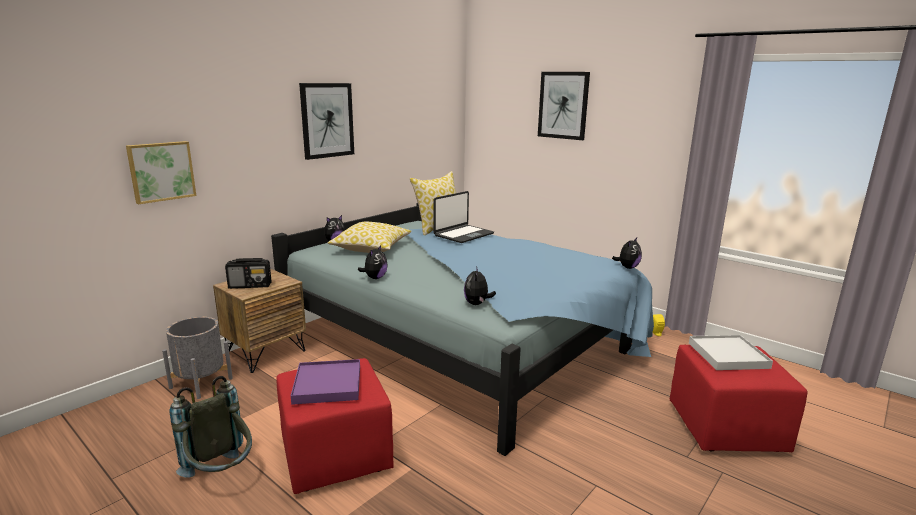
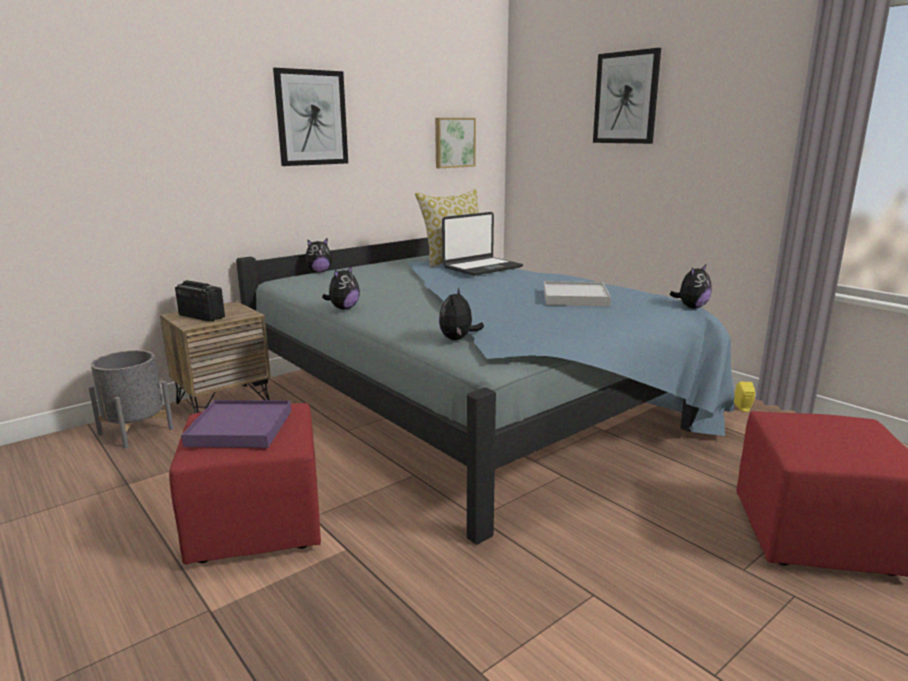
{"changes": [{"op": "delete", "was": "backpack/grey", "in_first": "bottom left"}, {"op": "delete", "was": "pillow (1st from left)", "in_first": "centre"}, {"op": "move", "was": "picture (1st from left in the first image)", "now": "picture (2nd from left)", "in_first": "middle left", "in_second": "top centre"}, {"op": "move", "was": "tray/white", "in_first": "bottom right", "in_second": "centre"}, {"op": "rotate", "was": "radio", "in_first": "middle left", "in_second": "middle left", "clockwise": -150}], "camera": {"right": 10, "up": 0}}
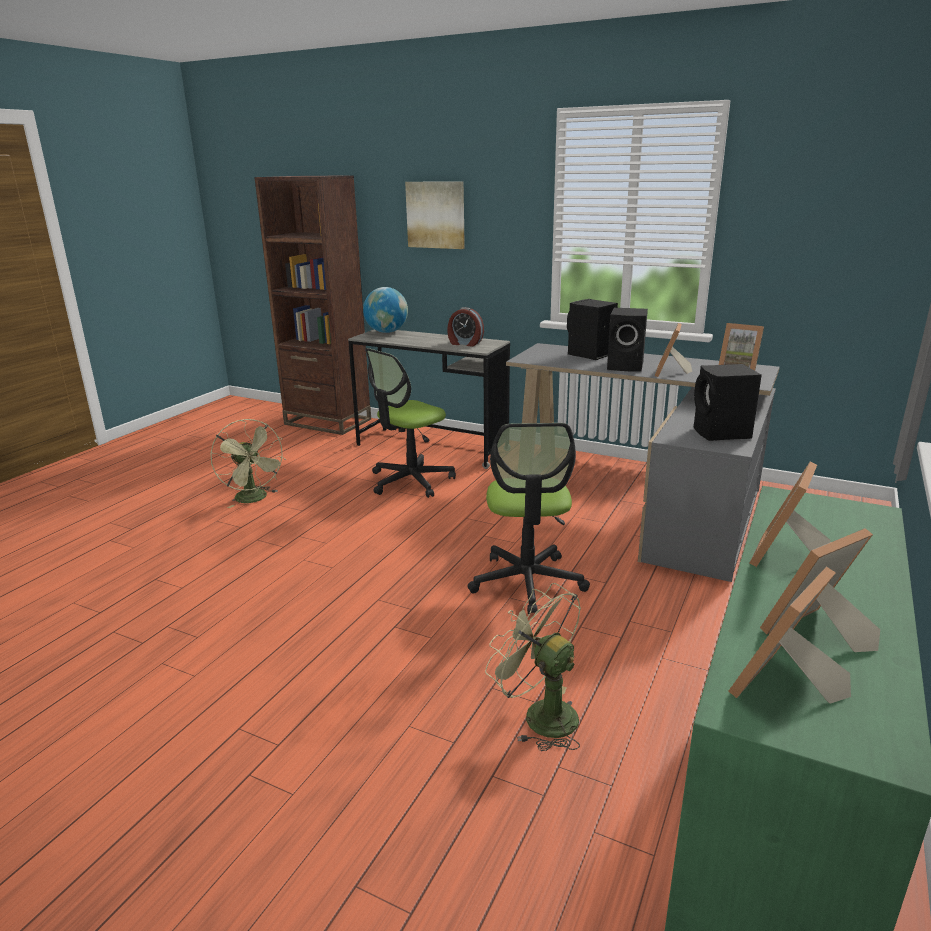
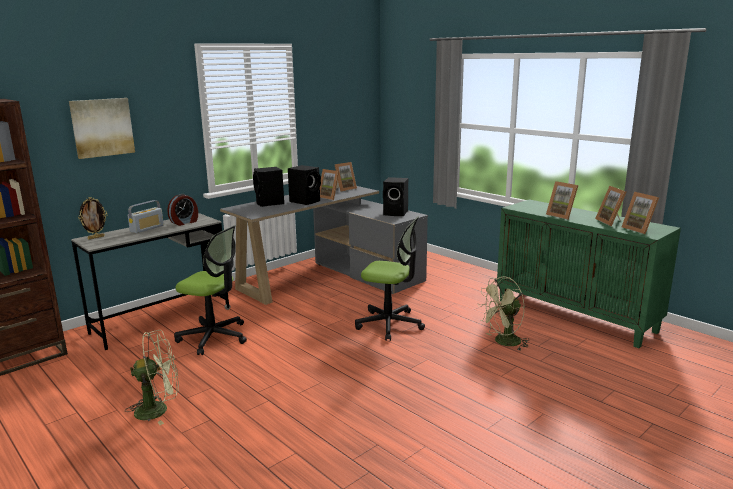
{"changes": [{"op": "insert", "now": "radio", "in_second": "middle left"}, {"op": "replace", "was": "globe", "now": "picture frame (1st from left)", "in_first": "top centre", "in_second": "middle left"}, {"op": "rotate", "was": "office chair (1st from left)", "in_first": "centre", "in_second": "middle left", "clockwise": -45}], "camera": {"right": -70, "up": -5}}
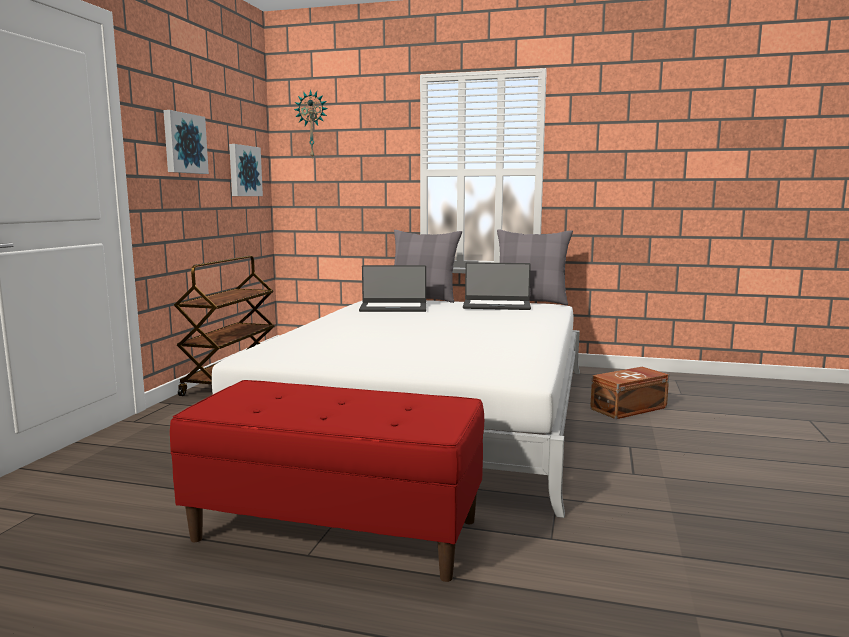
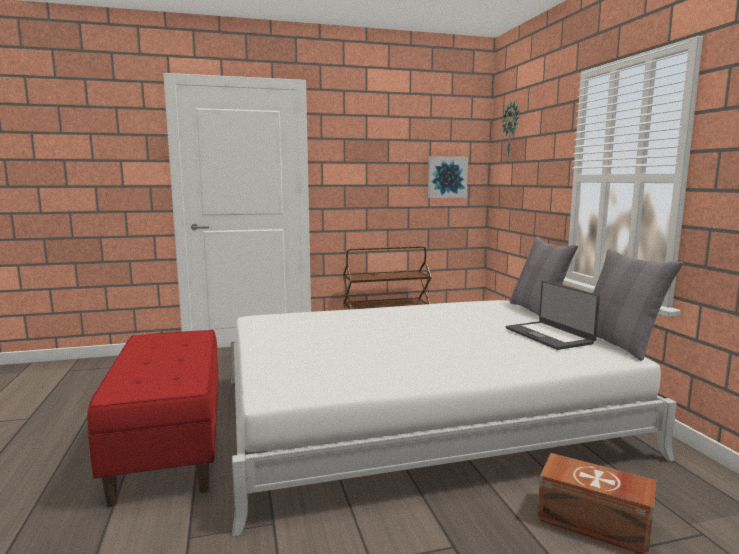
{"changes": [{"op": "delete", "was": "picture (1st from left)", "in_first": "top left"}, {"op": "delete", "was": "laptop (1st from left)", "in_first": "centre"}], "camera": {"right": 60, "up": 0}}
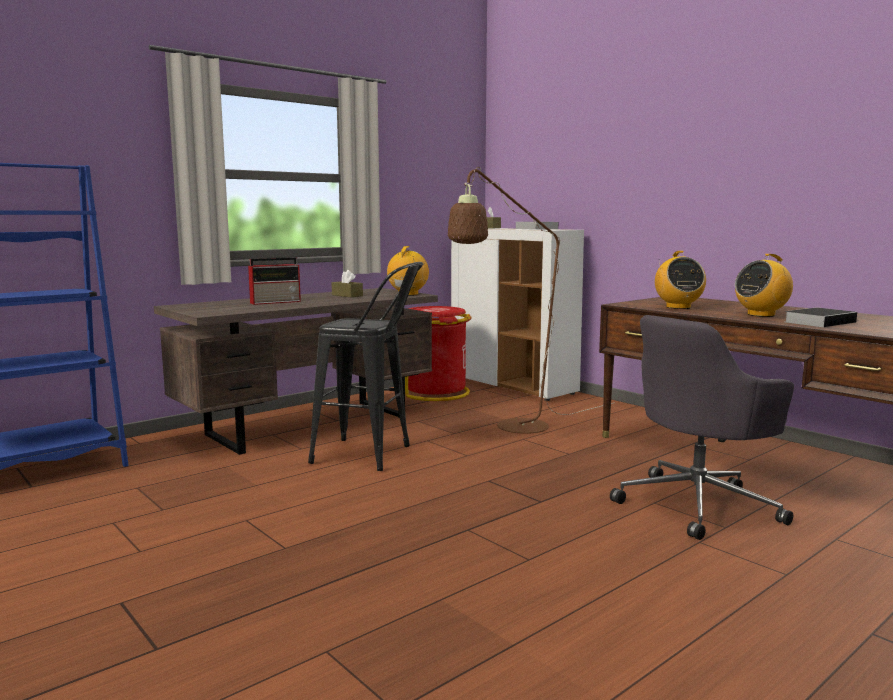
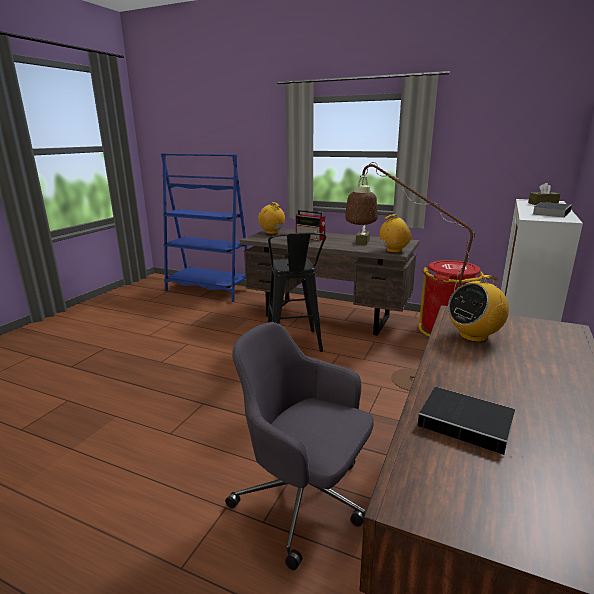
{"changes": [{"op": "move", "was": "radio (4th from left in the first image)", "now": "radio (1st from left)", "in_first": "middle right", "in_second": "centre"}], "camera": {"right": 65, "up": 10}}
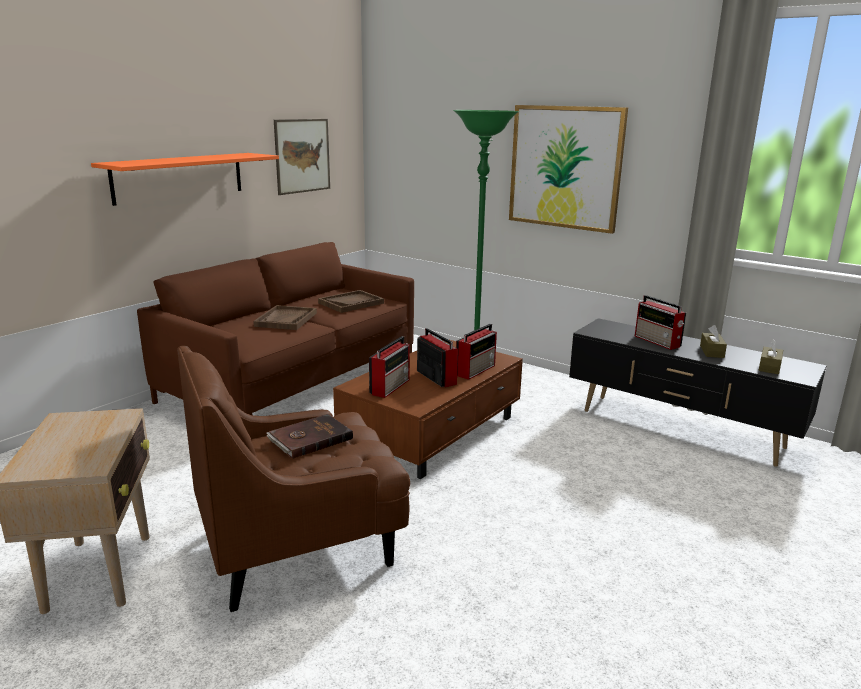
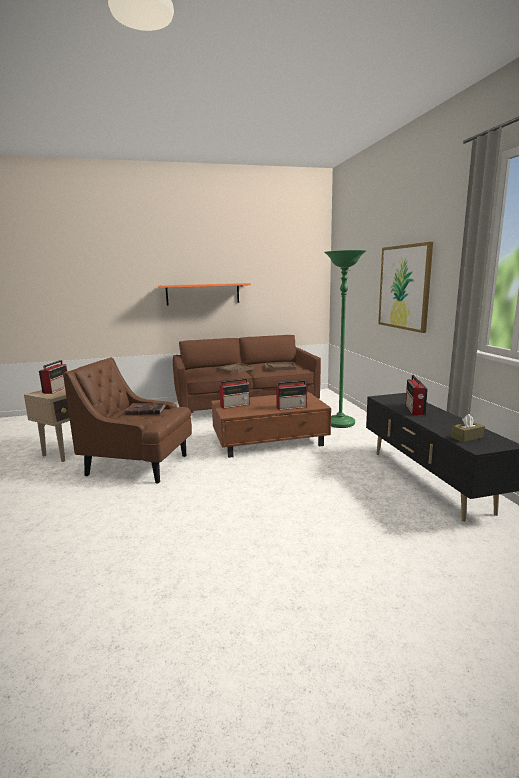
{"changes": [{"op": "delete", "was": "picture (1st from left)", "in_first": "top centre"}, {"op": "delete", "was": "tissue box/brown (1st from left)", "in_first": "middle right"}, {"op": "move", "was": "radio (2nd from left in the first image)", "now": "radio (1st from left)", "in_first": "centre", "in_second": "middle left"}], "camera": {"right": 40, "up": -5}}
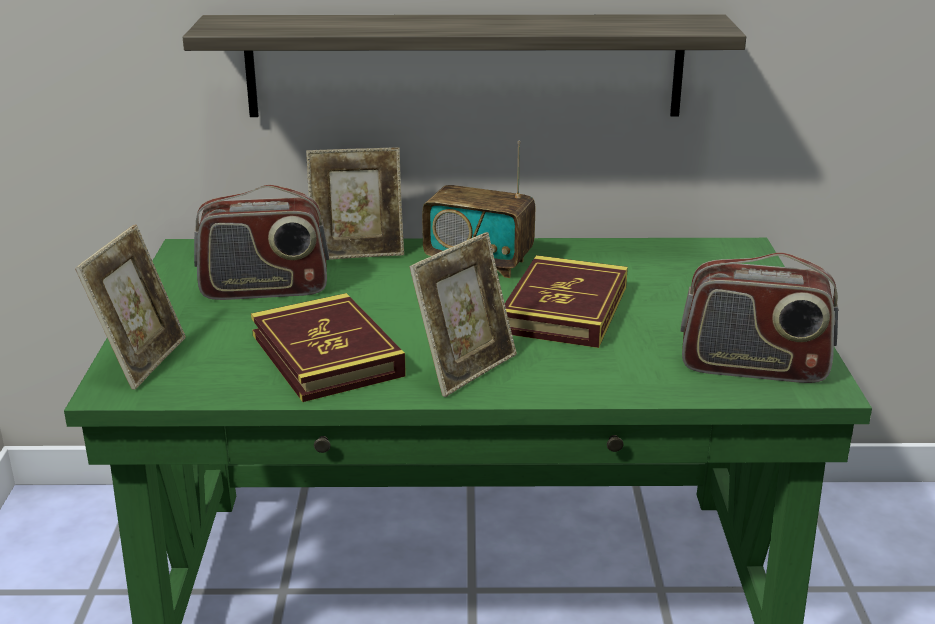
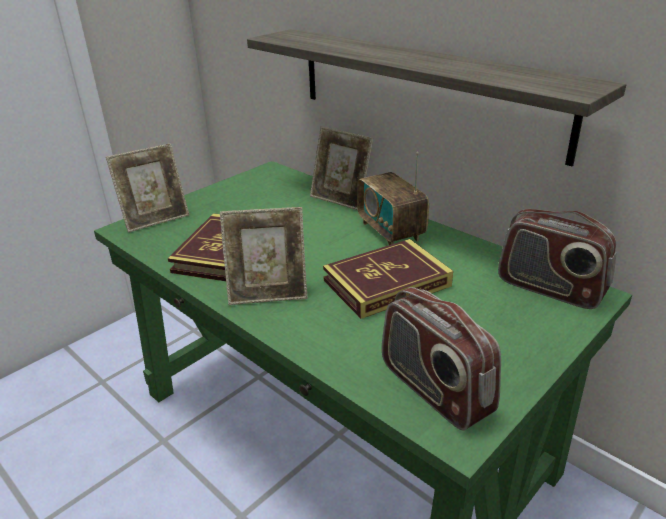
{"changes": [{"op": "move", "was": "radio (1st from left in the first image)", "now": "radio (3rd from left)", "in_first": "middle left", "in_second": "middle right"}], "camera": {"right": 45, "up": 5}}
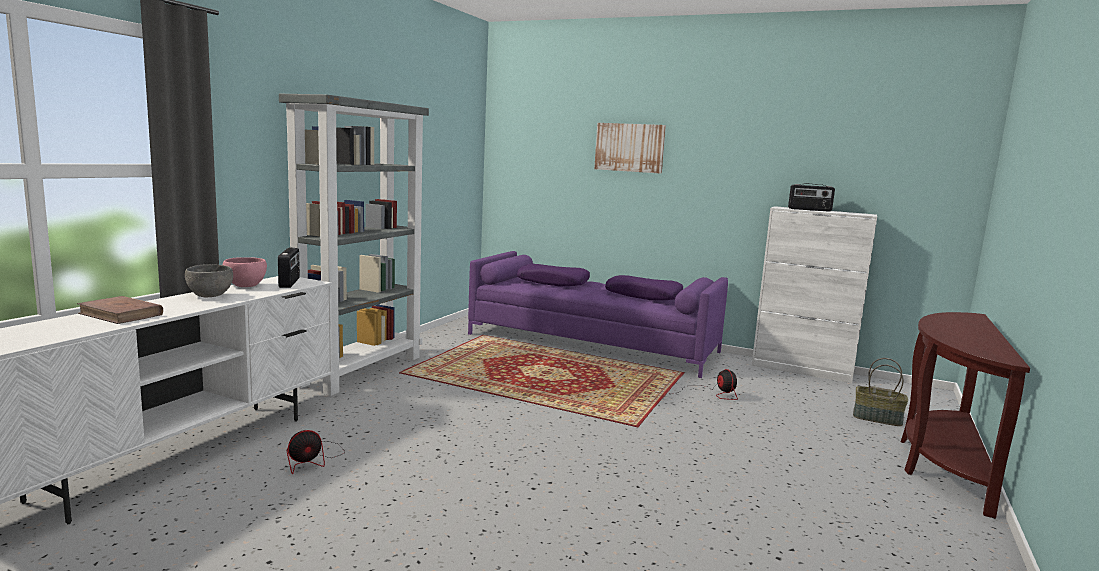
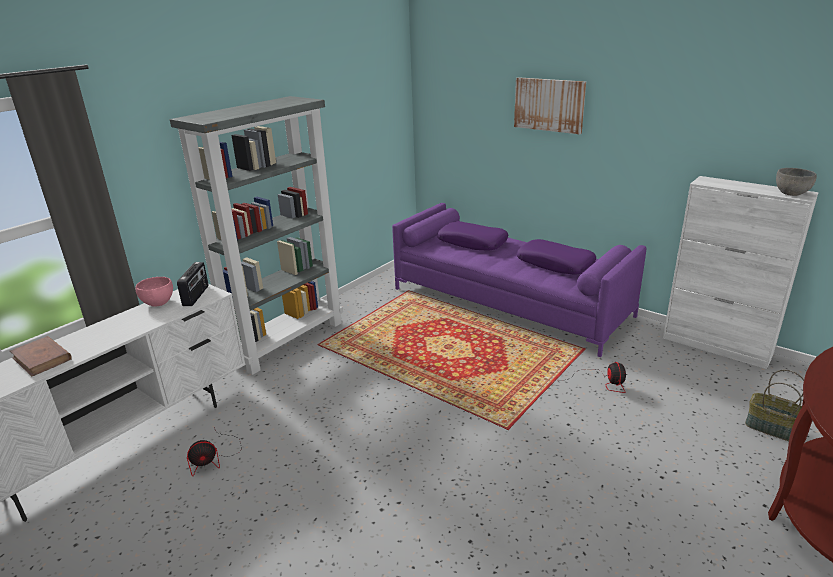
{"changes": [{"op": "delete", "was": "radio (2nd from left)", "in_first": "middle right"}, {"op": "move", "was": "bowl/grey", "in_first": "middle left", "in_second": "top right"}], "camera": {"right": 15, "up": 15}}
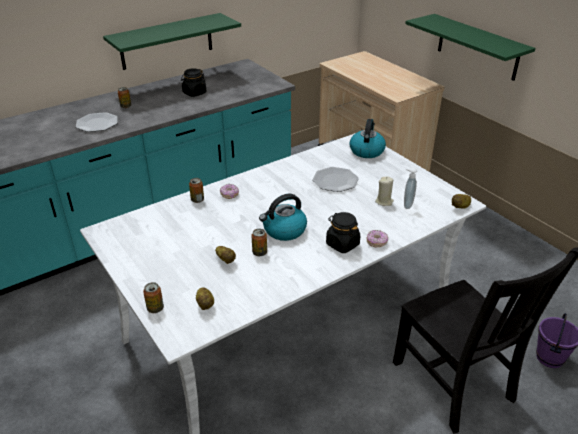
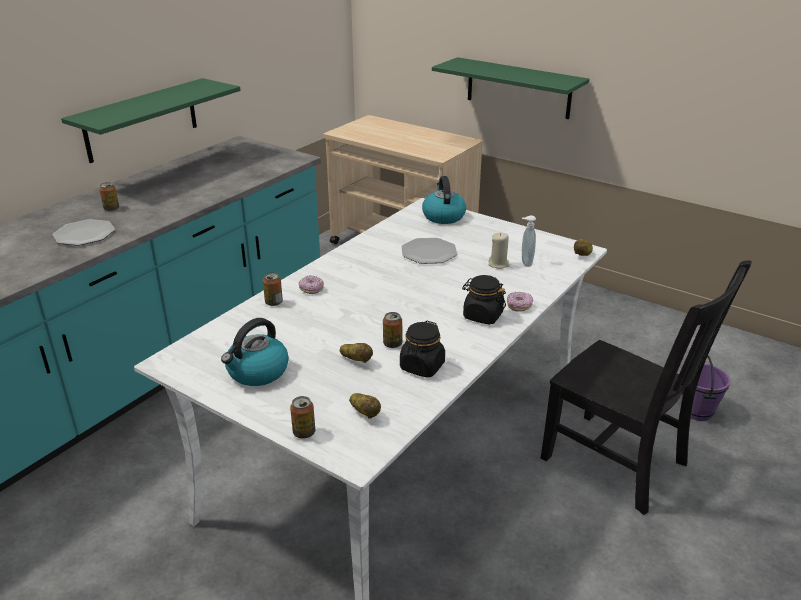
{"changes": [{"op": "move", "was": "jar/black (1st from left)", "in_first": "top centre", "in_second": "centre"}, {"op": "move", "was": "kettle (1st from left)", "in_first": "centre", "in_second": "middle left"}], "camera": {"right": -20, "up": -5}}
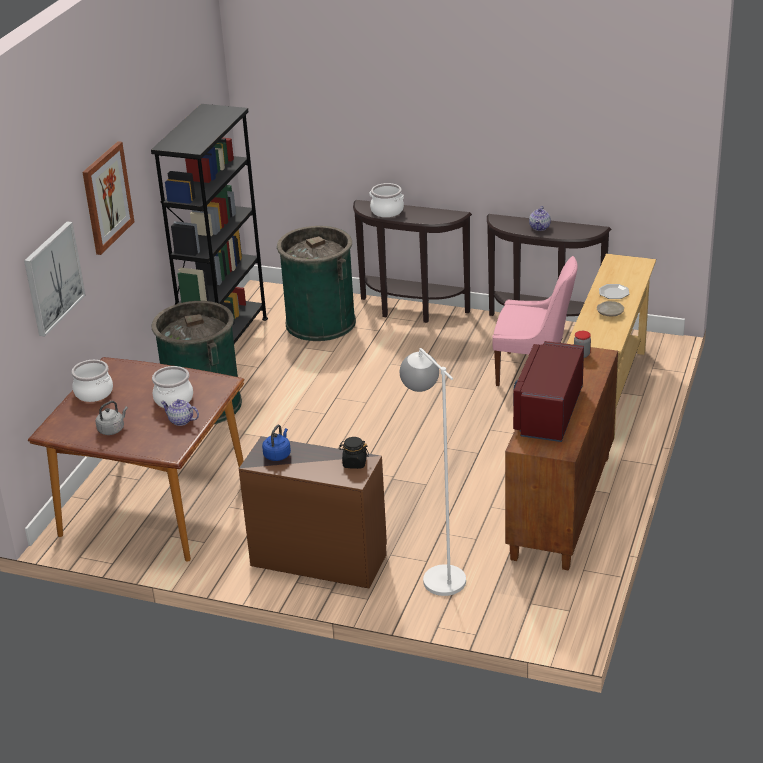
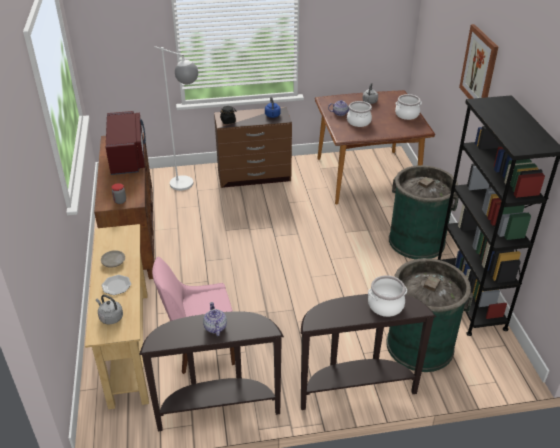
{"changes": [{"op": "delete", "was": "picture (1st from left)", "in_first": "middle left"}, {"op": "insert", "now": "kettle/grey (1st from left)", "in_second": "bottom left"}], "camera": {"right": 150, "up": 5}}
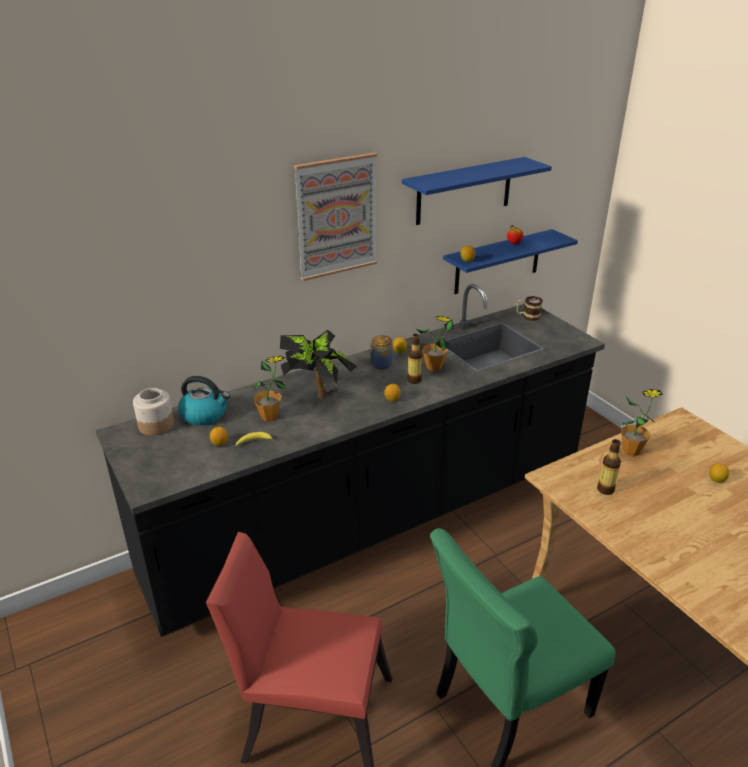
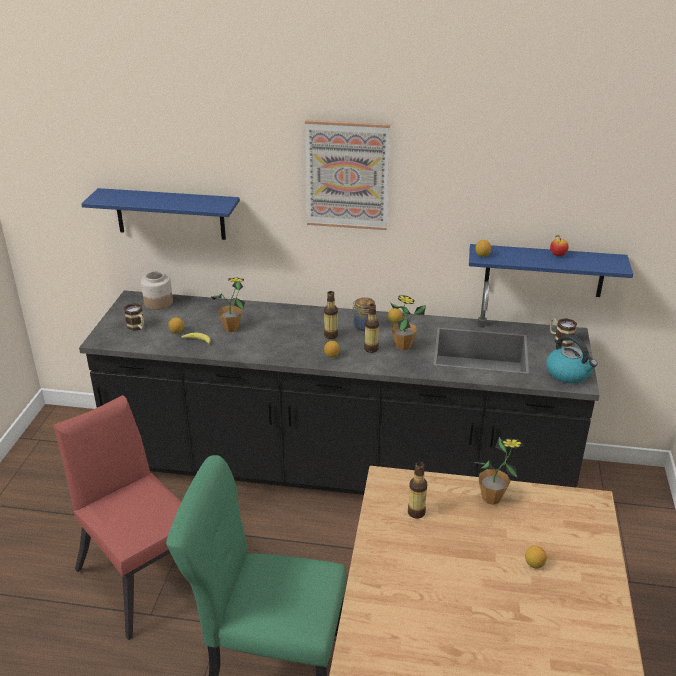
{"changes": [{"op": "delete", "was": "potted plant (2nd from left)", "in_first": "centre"}, {"op": "insert", "now": "mug (1st from left)", "in_second": "middle left"}, {"op": "insert", "now": "bottle (1st from left)", "in_second": "centre"}, {"op": "move", "was": "kettle", "in_first": "middle left", "in_second": "middle right"}, {"op": "move", "was": "shelf/blue (1st from left)", "in_first": "top centre", "in_second": "top left"}], "camera": {"right": 40, "up": 0}}
